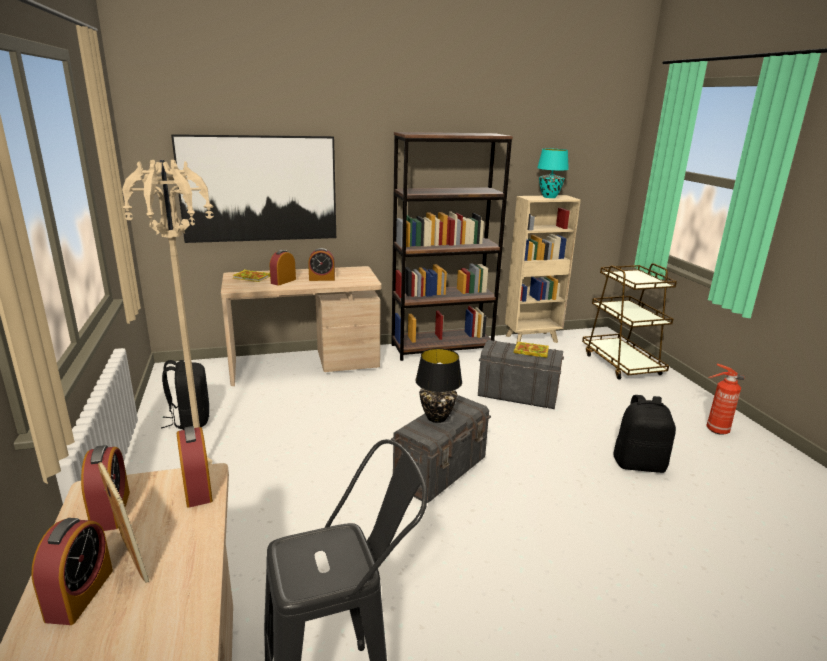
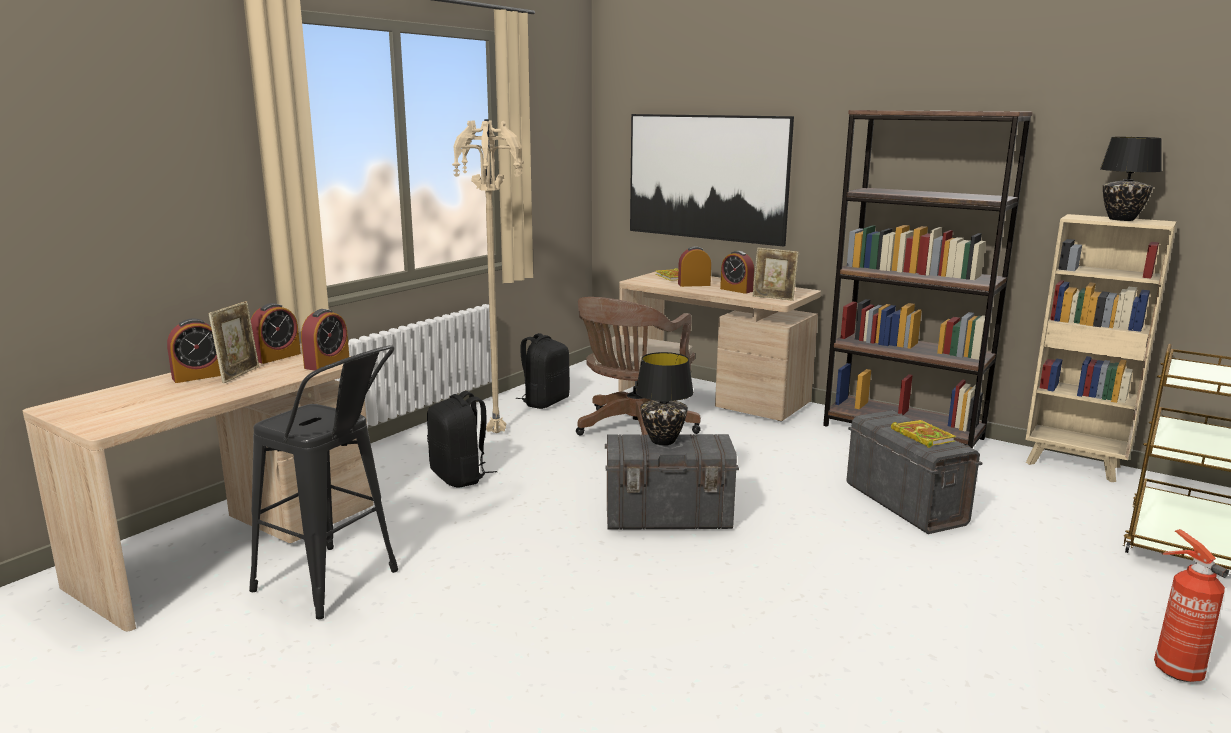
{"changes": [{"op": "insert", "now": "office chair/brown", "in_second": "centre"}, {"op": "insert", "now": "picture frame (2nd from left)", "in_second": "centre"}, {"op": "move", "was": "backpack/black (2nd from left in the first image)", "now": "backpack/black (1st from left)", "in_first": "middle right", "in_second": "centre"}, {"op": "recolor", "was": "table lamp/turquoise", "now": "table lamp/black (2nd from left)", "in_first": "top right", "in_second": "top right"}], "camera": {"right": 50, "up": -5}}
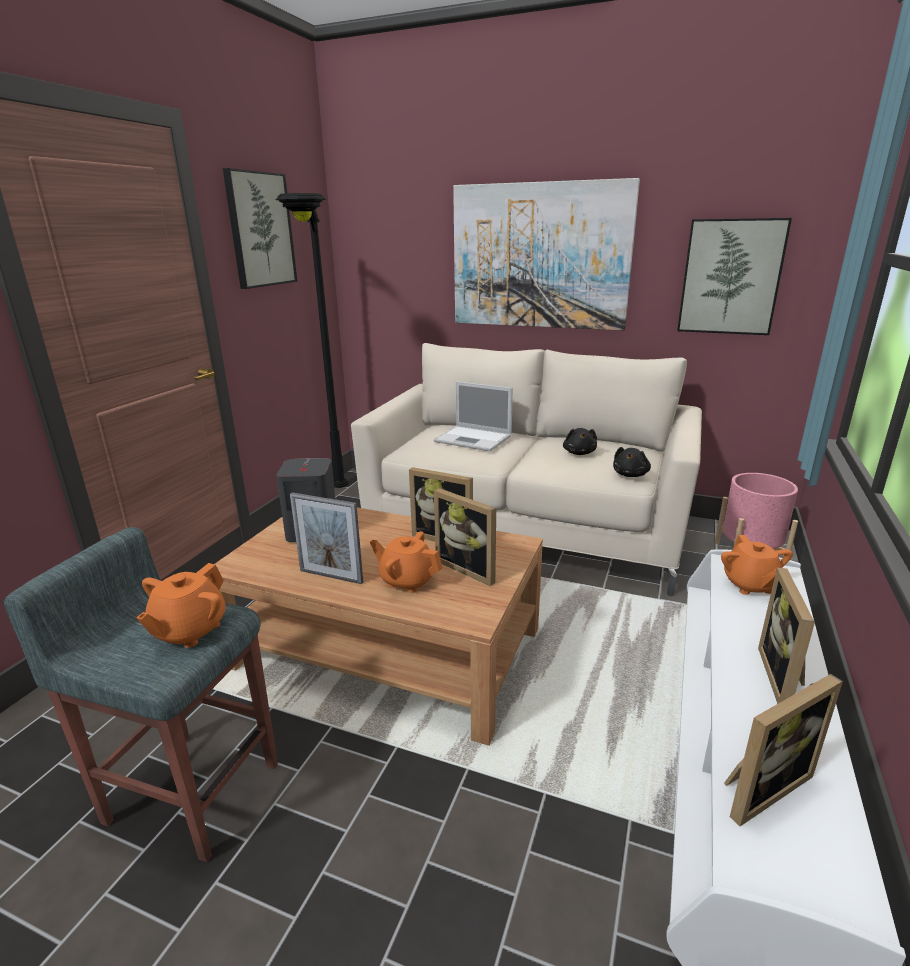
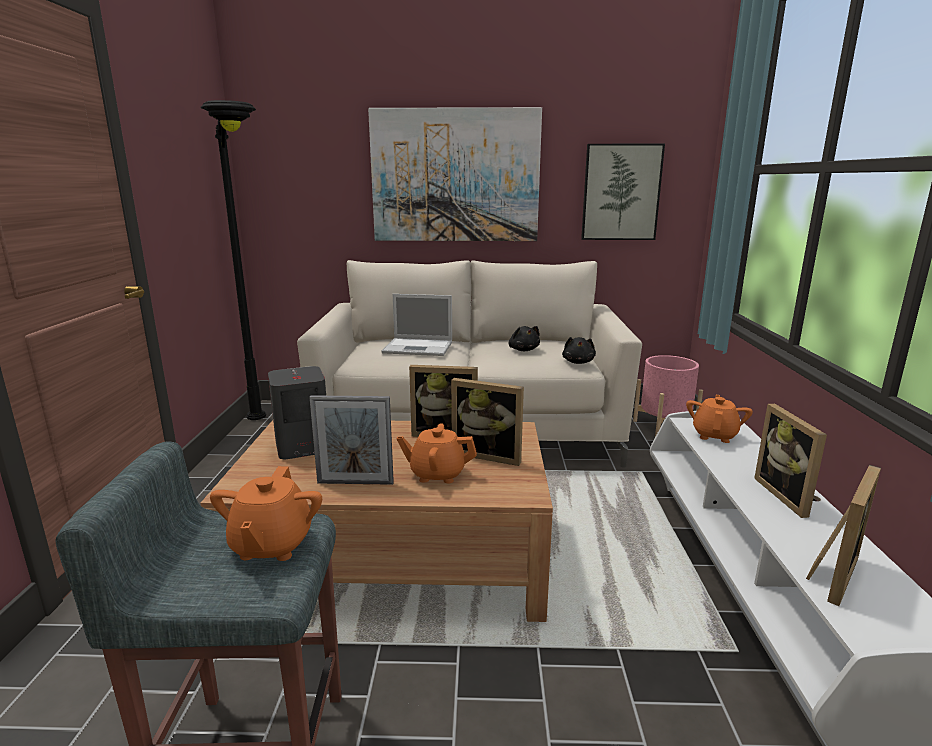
{"changes": [{"op": "delete", "was": "picture (1st from left)", "in_first": "top left"}, {"op": "rotate", "was": "teapot/orange (3rd from left)", "in_first": "middle right", "in_second": "middle right", "clockwise": -135}], "camera": {"right": -20, "up": -5}}
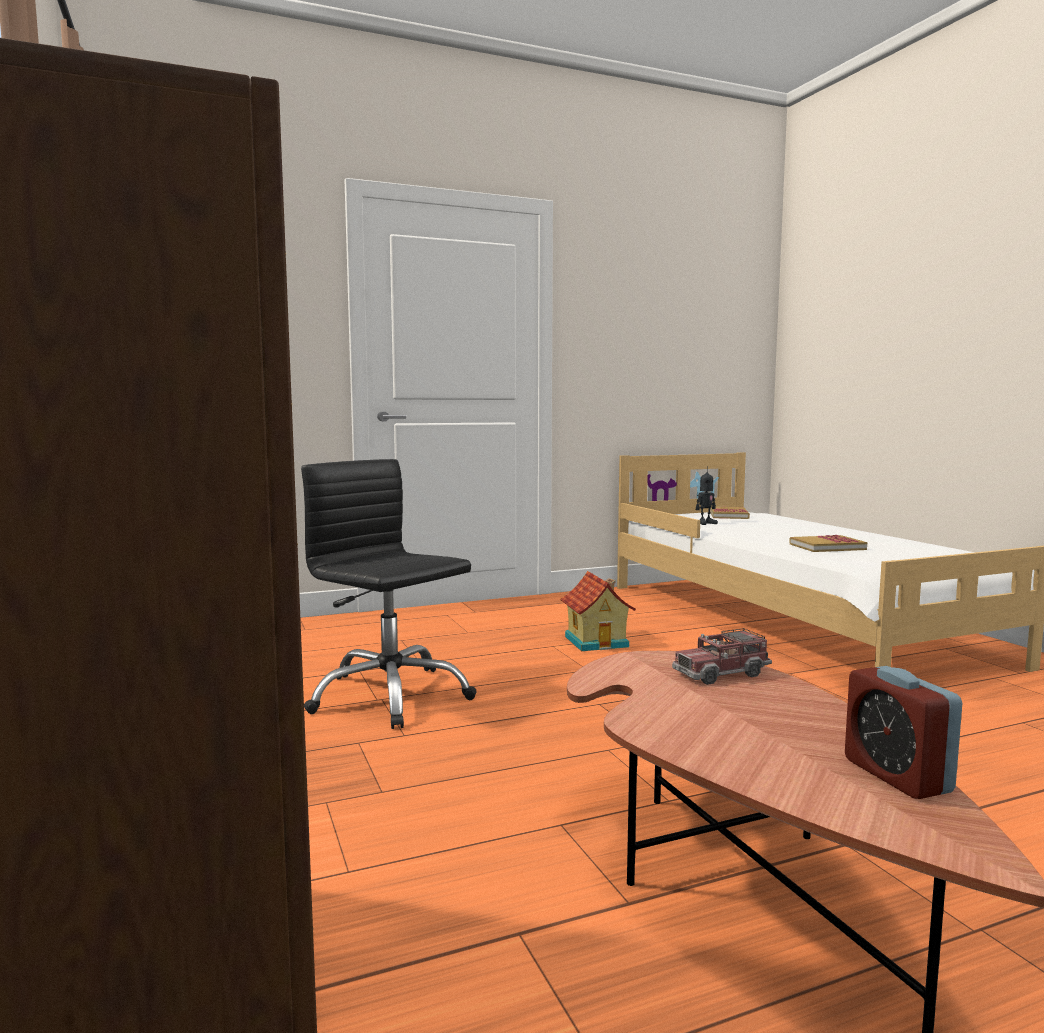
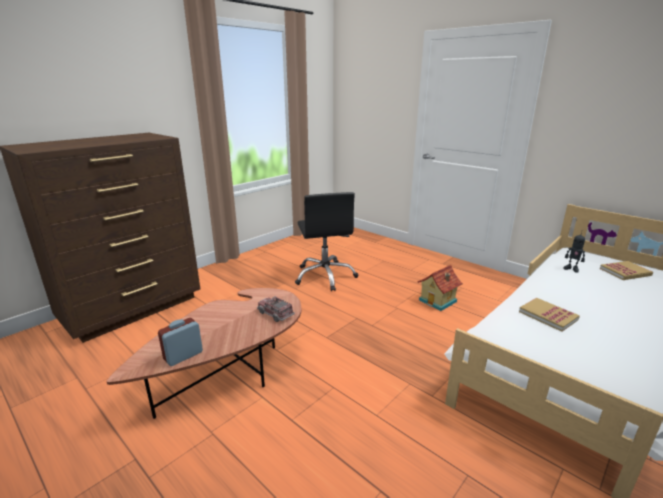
{"changes": [{"op": "rotate", "was": "office chair/black", "in_first": "centre", "in_second": "centre", "clockwise": 150}], "camera": {"right": 65, "up": 15}}
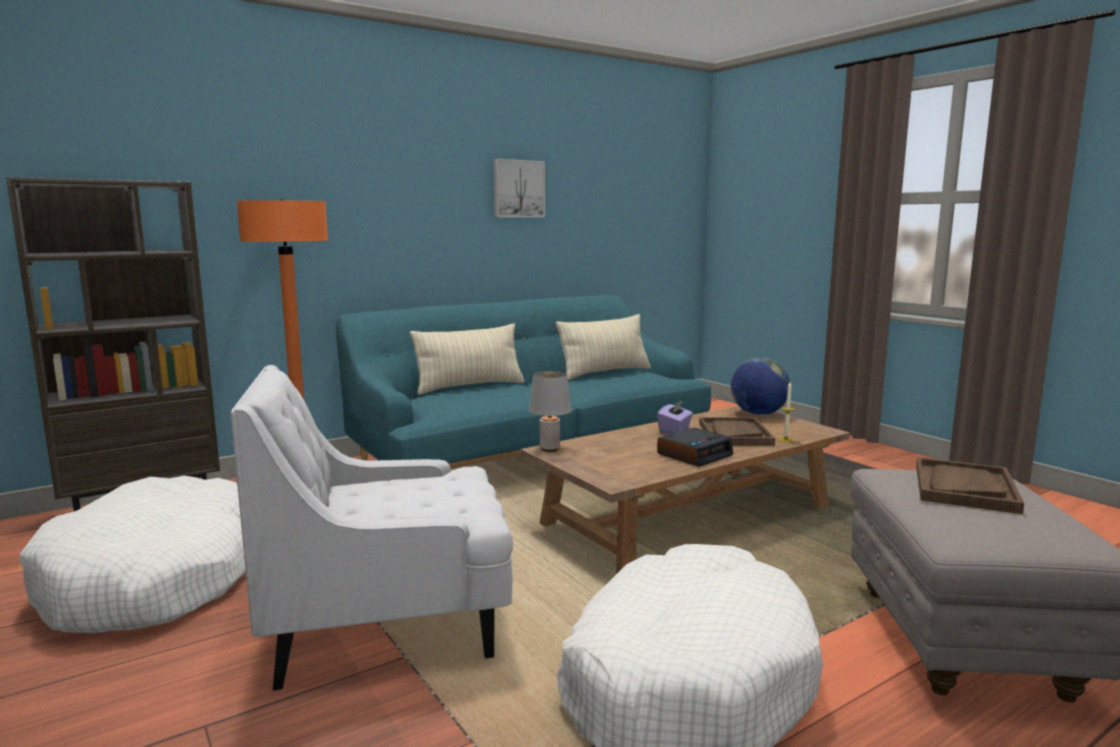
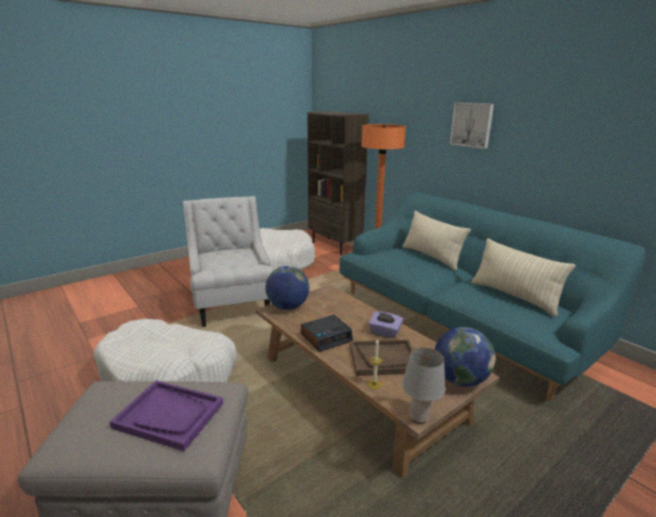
{"changes": [{"op": "insert", "now": "globe (1st from left)", "in_second": "centre"}, {"op": "move", "was": "picture", "in_first": "top centre", "in_second": "top right"}, {"op": "move", "was": "table lamp/grey", "in_first": "centre", "in_second": "bottom centre"}, {"op": "recolor", "was": "tray/brown (2nd from left)", "now": "tray/purple", "in_first": "middle right", "in_second": "bottom left"}, {"op": "rotate", "was": "alarm clock", "in_first": "centre", "in_second": "centre", "clockwise": -75}], "camera": {"right": 85, "up": 10}}
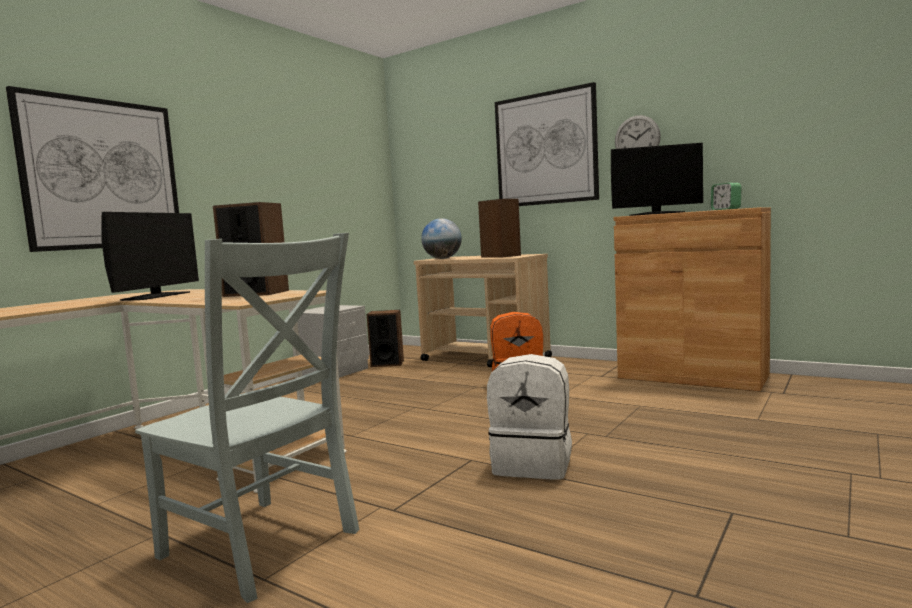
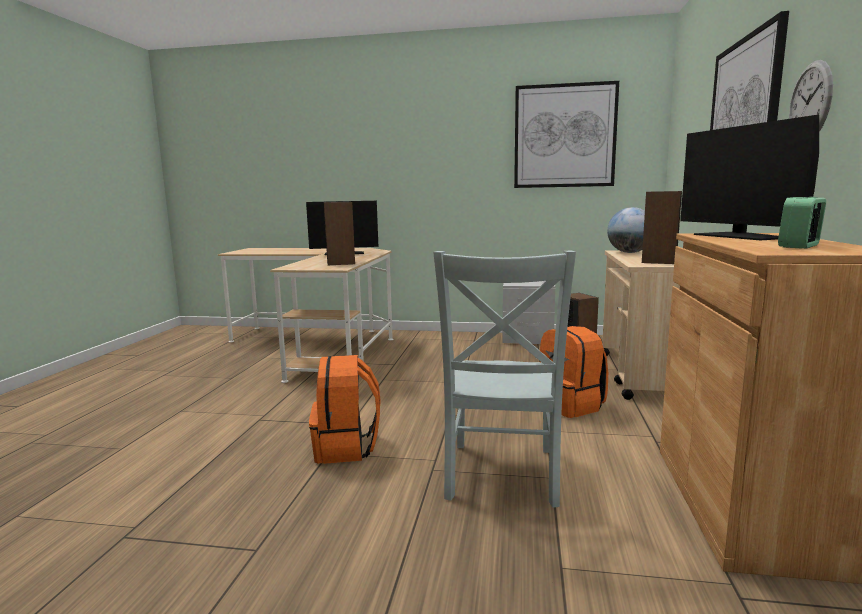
{"changes": [{"op": "move", "was": "picture (1st from left)", "in_first": "top left", "in_second": "top centre"}, {"op": "move", "was": "chair/grey", "in_first": "bottom left", "in_second": "centre"}, {"op": "recolor", "was": "backpack/white", "now": "backpack/orange (1st from left)", "in_first": "bottom centre", "in_second": "centre"}], "camera": {"right": 65, "up": 5}}
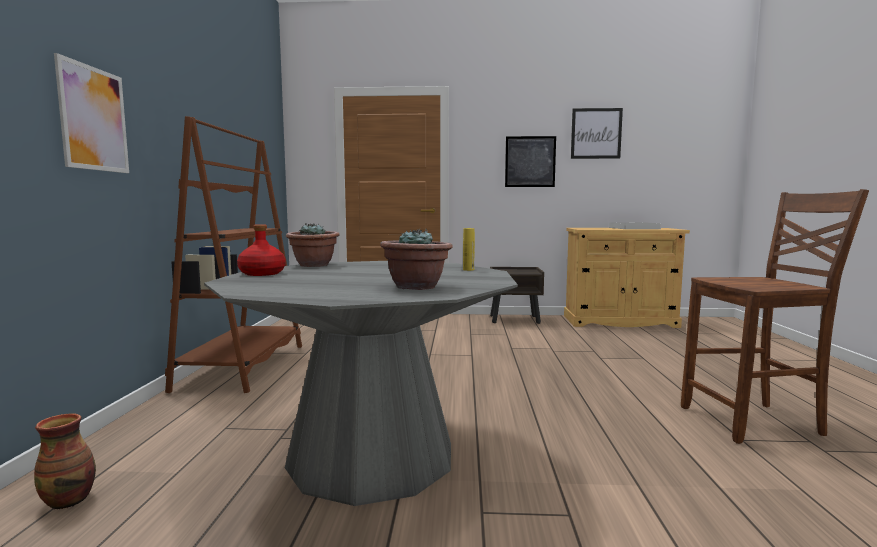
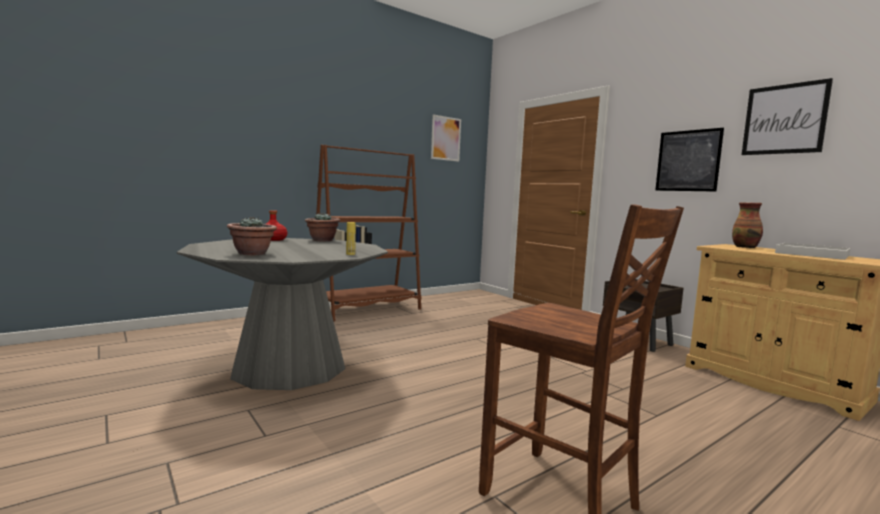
{"changes": [{"op": "move", "was": "vase", "in_first": "bottom left", "in_second": "middle right"}, {"op": "move", "was": "picture (1st from left)", "in_first": "top left", "in_second": "top centre"}], "camera": {"right": 50, "up": 0}}
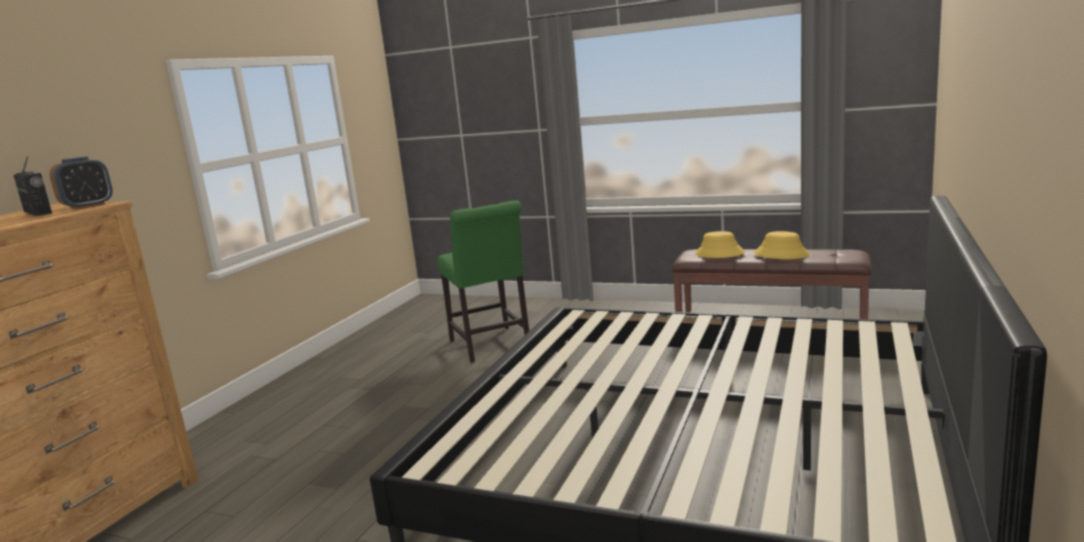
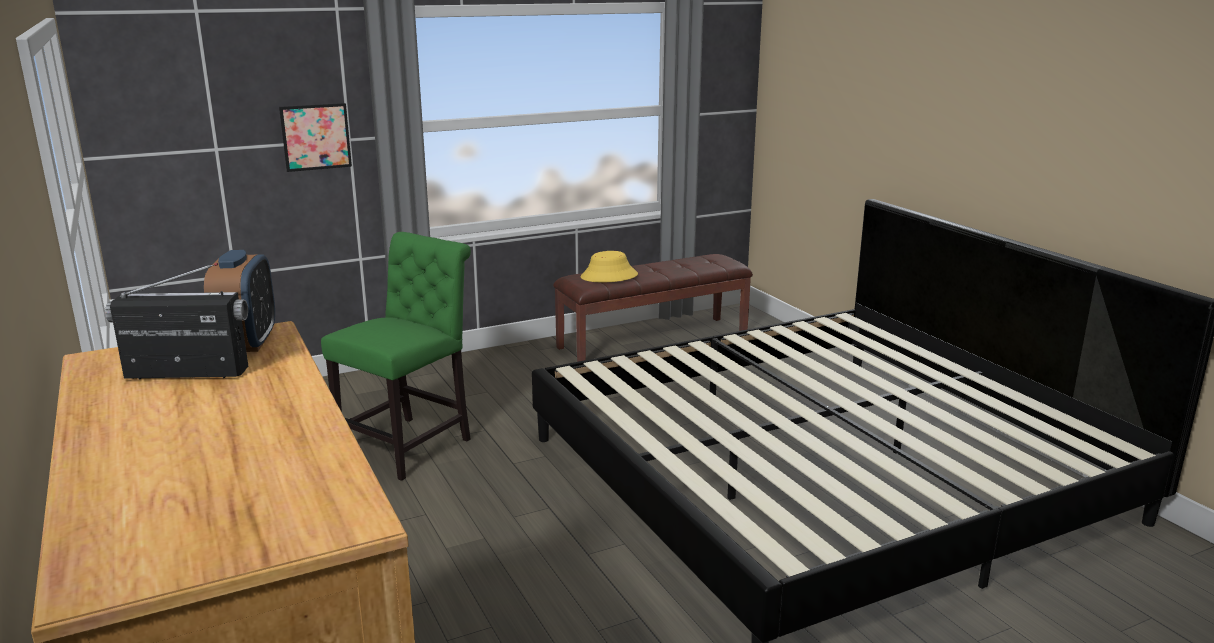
{"changes": [{"op": "delete", "was": "hat/yellow (2nd from left)", "in_first": "middle right"}, {"op": "insert", "now": "picture", "in_second": "top left"}, {"op": "rotate", "was": "chair/green", "in_first": "centre", "in_second": "middle left", "clockwise": -75}], "camera": {"right": -50, "up": 5}}
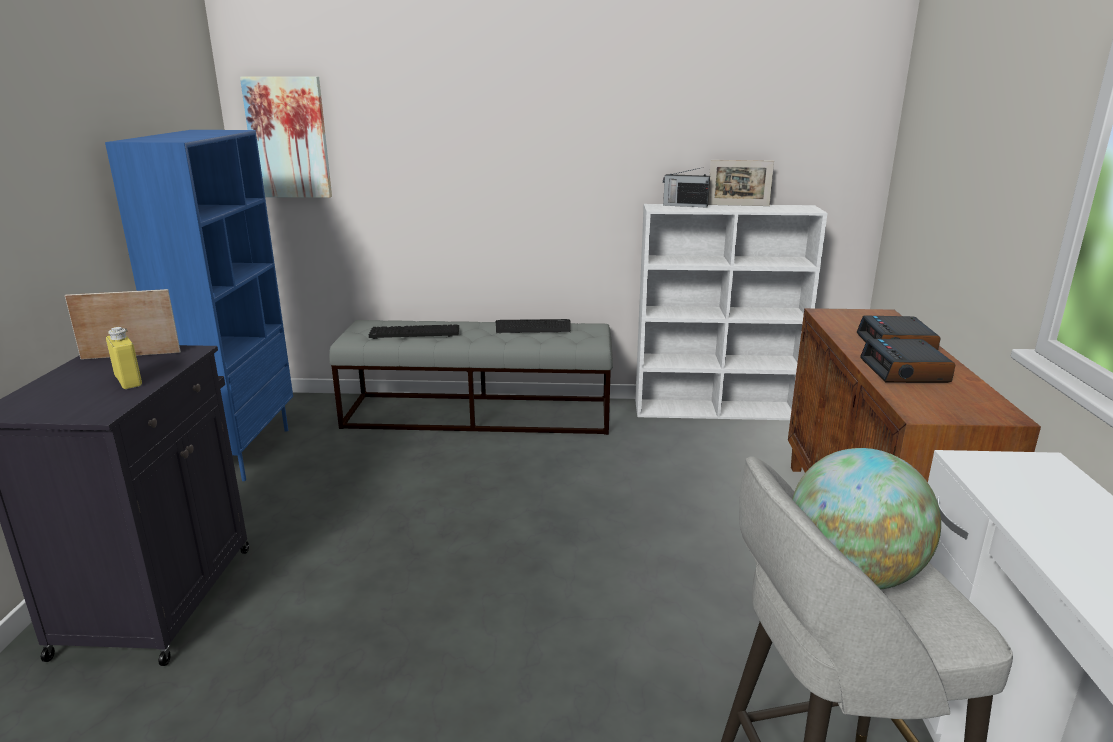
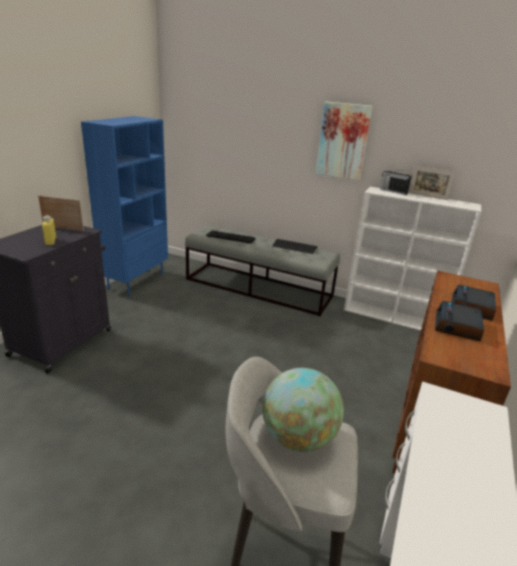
{"changes": [{"op": "move", "was": "picture", "in_first": "top left", "in_second": "top centre"}], "camera": {"right": 20, "up": 5}}
